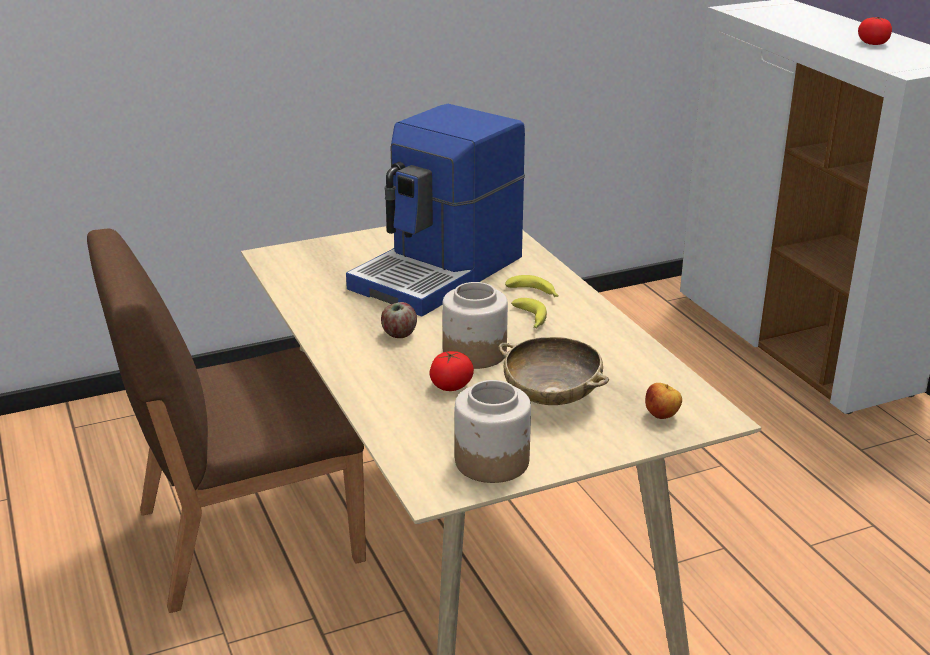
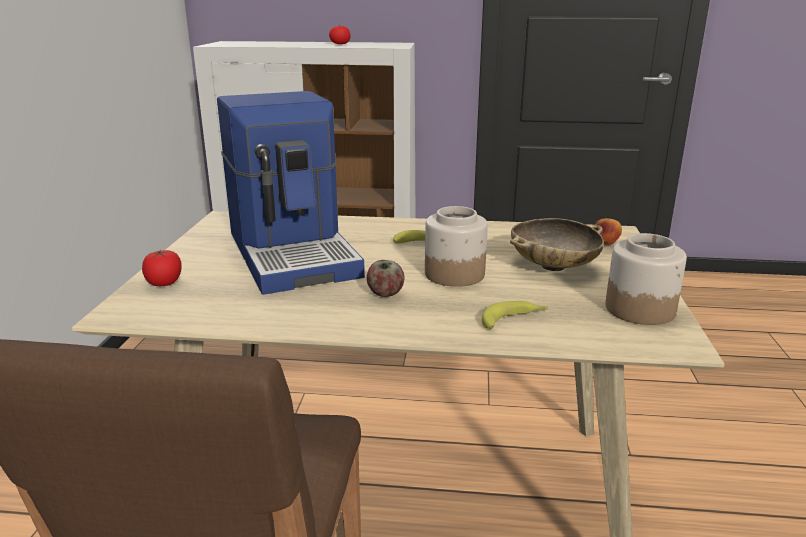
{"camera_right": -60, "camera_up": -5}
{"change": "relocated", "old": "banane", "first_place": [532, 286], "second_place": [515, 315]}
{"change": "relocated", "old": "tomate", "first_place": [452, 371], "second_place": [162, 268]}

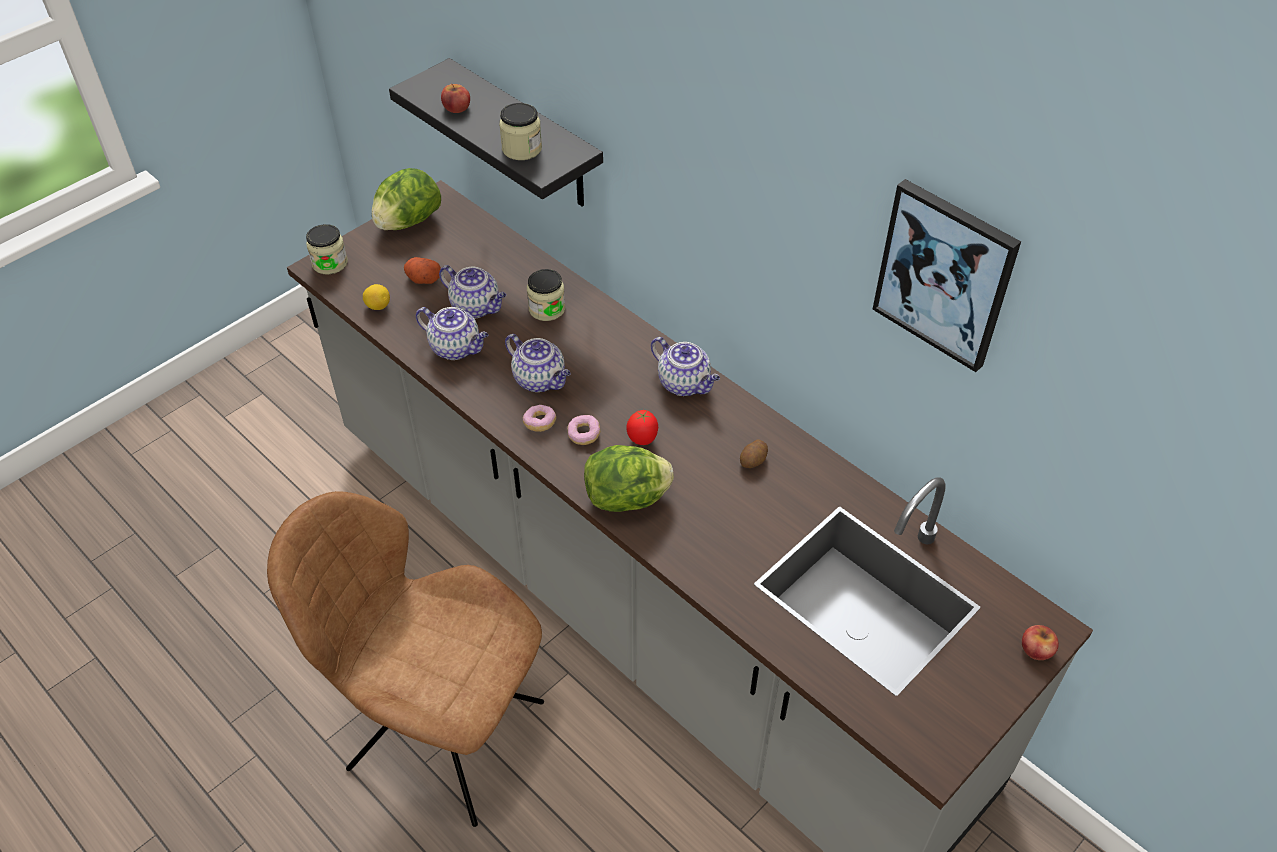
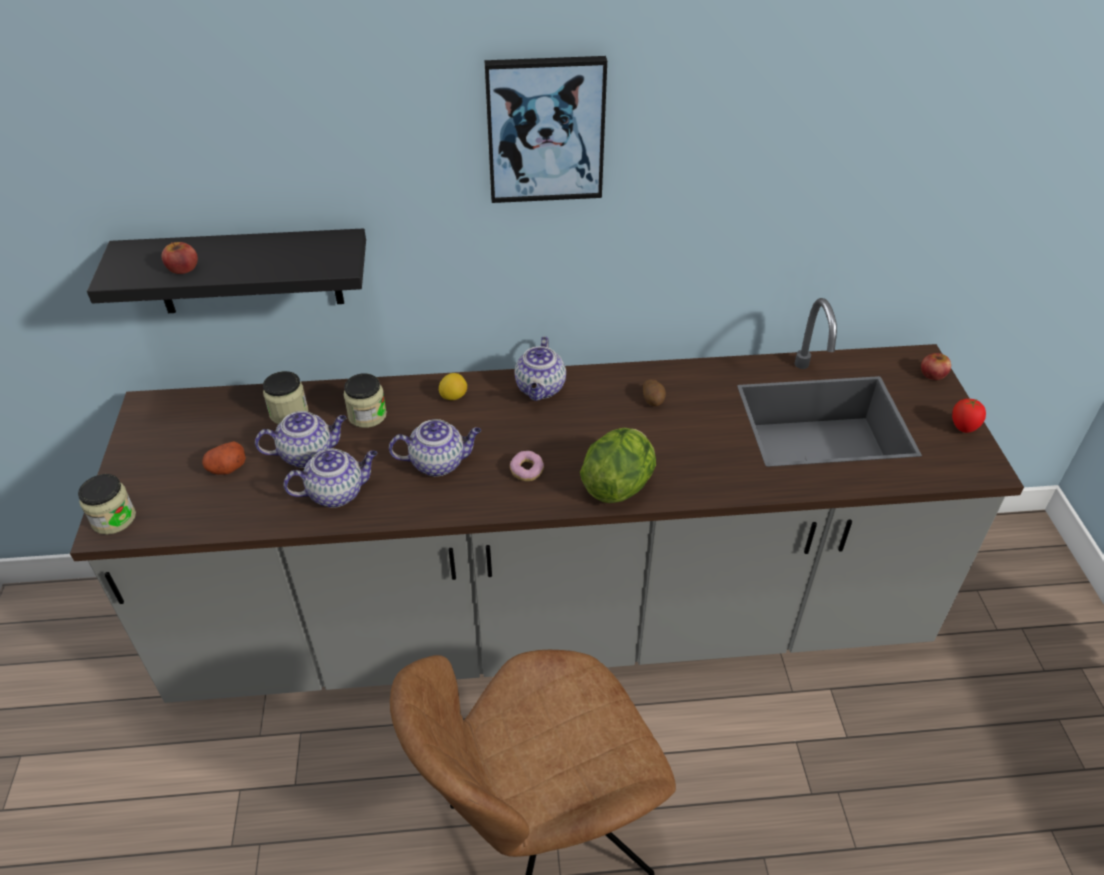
{"camera_right": -50, "camera_up": -5}
{"change": "relocated", "old": "bocal", "first_place": [520, 131], "second_place": [285, 397]}
{"change": "missing", "old": "laitue", "first_place": [406, 199]}
{"change": "relocated", "old": "tableau", "first_place": [946, 275], "second_place": [545, 129]}
{"change": "relocated", "old": "citron", "first_place": [376, 297], "second_place": [453, 386]}
{"change": "spun", "old": "théière", "first_place": [685, 366], "second_place": [540, 368], "degrees": 105}
{"change": "missing", "old": "beignet", "first_place": [539, 418]}
{"change": "relocated", "old": "tomate", "first_place": [642, 427], "second_place": [969, 415]}

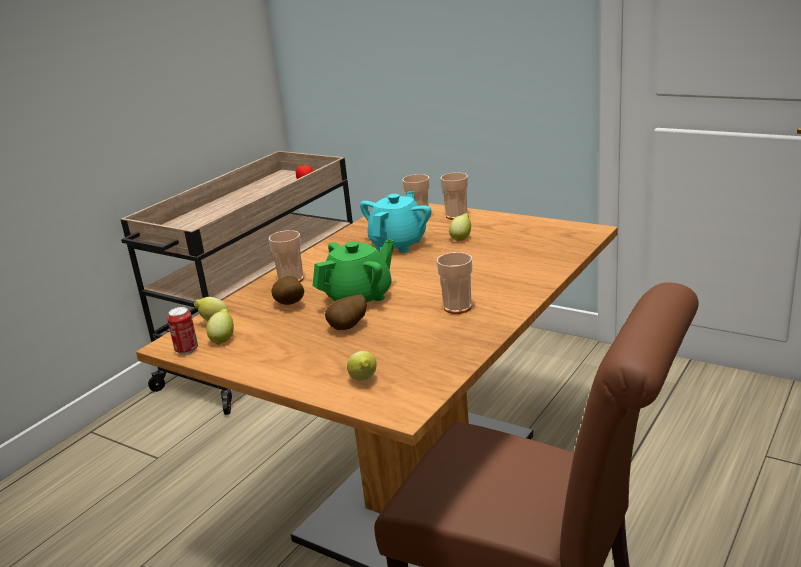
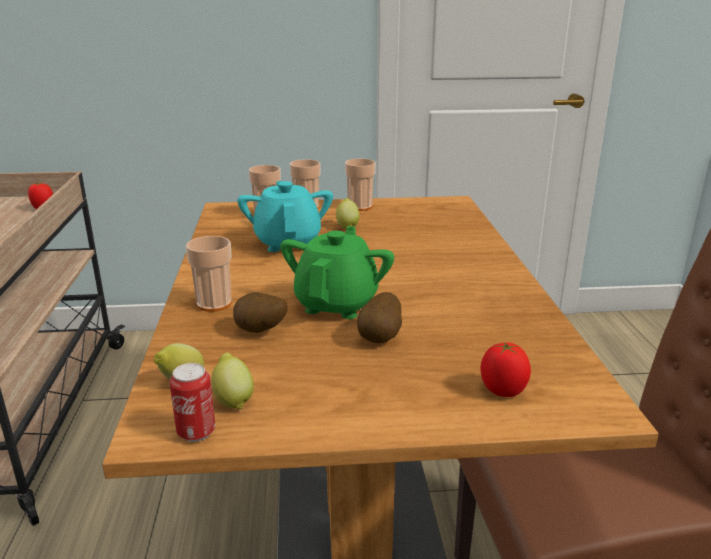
{"camera_right": -40, "camera_up": 0}
{"change": "relocated", "old": "tasse", "first_place": [454, 283], "second_place": [360, 185]}
{"change": "exchanged", "old": "citron", "new": "tomate", "first_place": [362, 366], "second_place": [505, 370]}

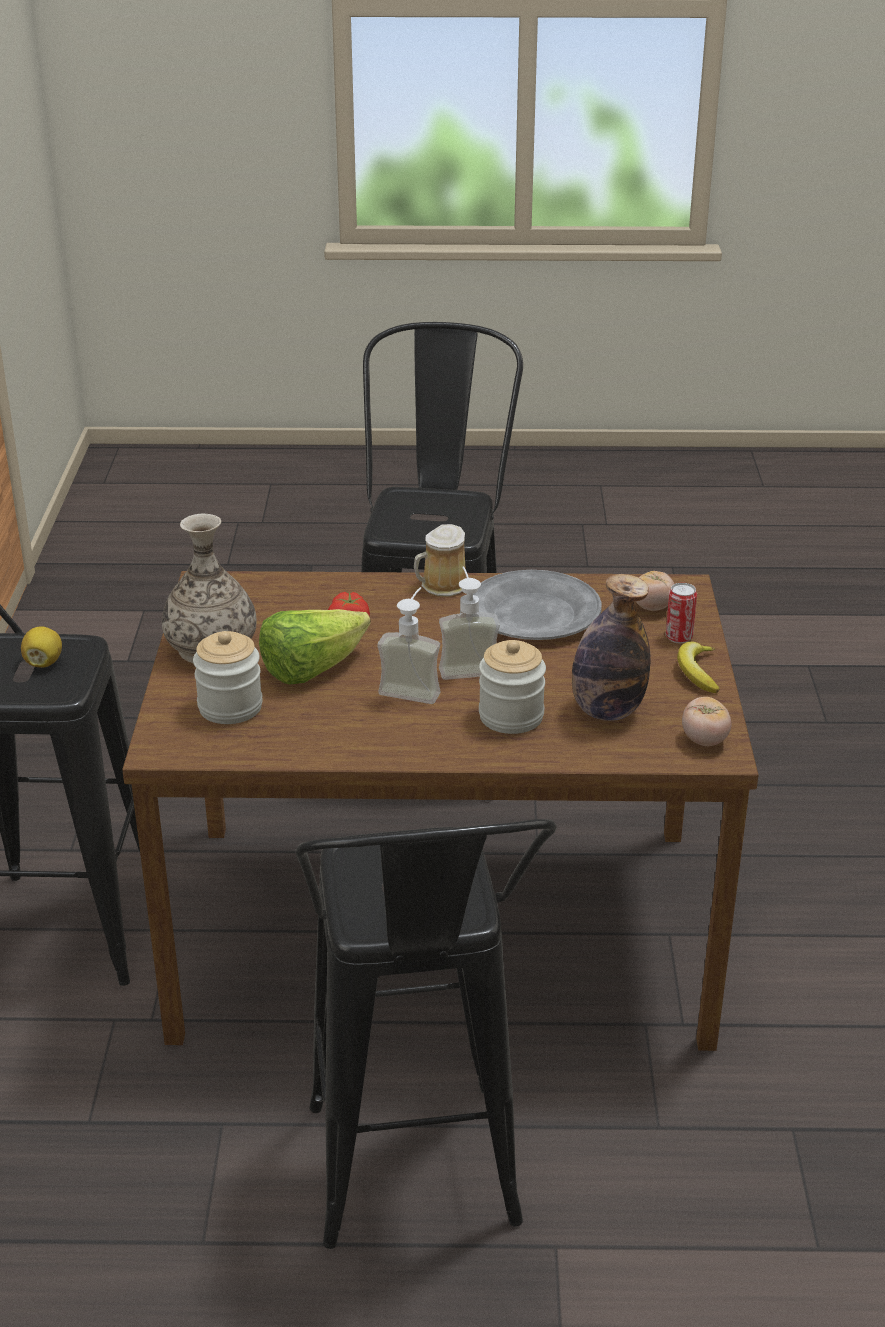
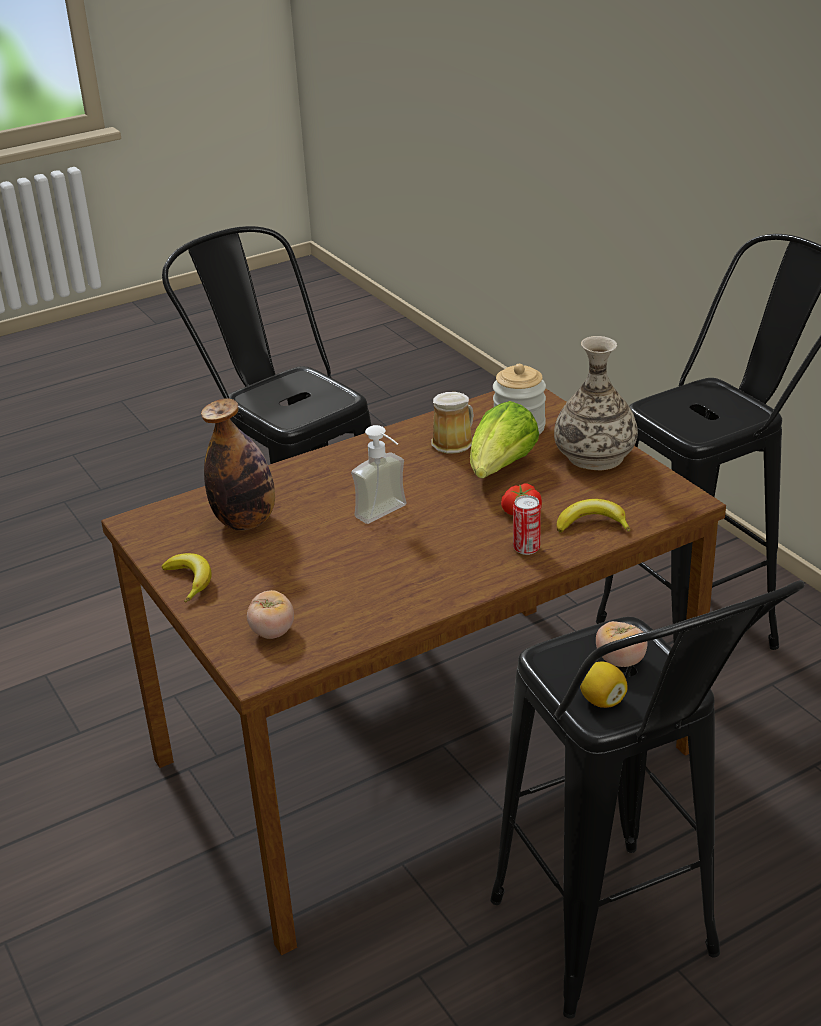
{"camera_right": 150, "camera_up": 0}
{"change": "relocated", "old": "mug", "first_place": [440, 560], "second_place": [452, 423]}
{"change": "missing", "old": "assiette/gris", "first_place": [537, 605]}
{"change": "relocated", "old": "boîte métallique", "first_place": [681, 613], "second_place": [527, 525]}
{"change": "missing", "old": "distributeur de savon", "first_place": [408, 645]}
{"change": "relocated", "old": "citron", "first_place": [41, 647], "second_place": [604, 684]}
{"change": "missing", "old": "bocal", "first_place": [512, 687]}
{"change": "relocated", "old": "tomate", "first_place": [706, 721], "second_place": [621, 644]}
{"change": "appeared", "new": "banane", "second_place": [593, 516]}

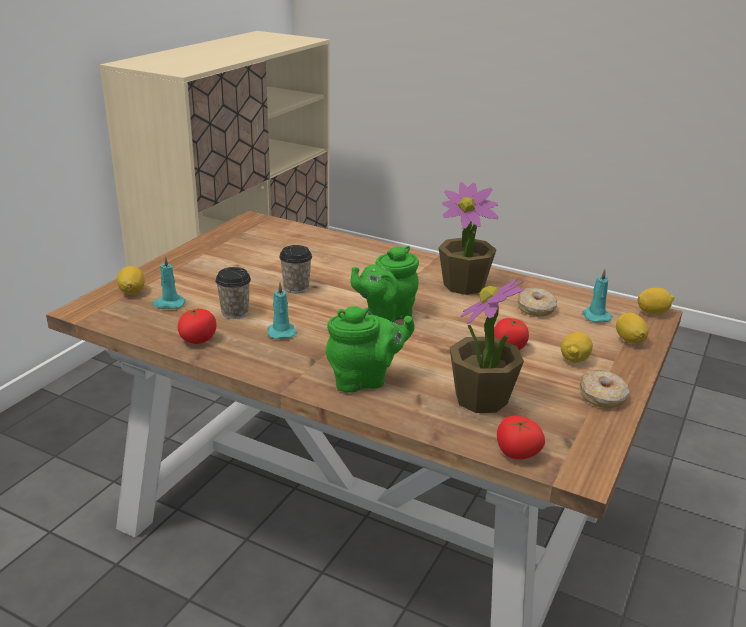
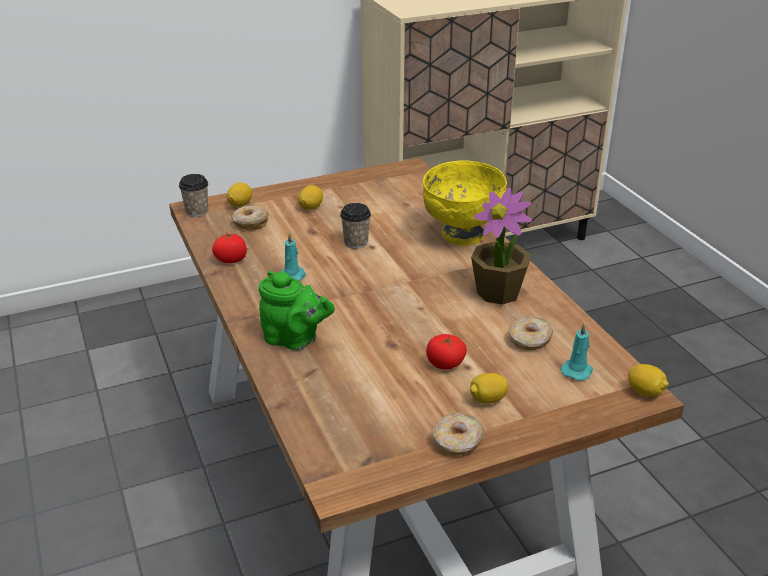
{"camera_right": 40, "camera_up": 5}
{"change": "missing", "old": "théière/vert", "first_place": [385, 284]}
{"change": "exchanged", "old": "bougie/turquoise", "new": "beignet", "first_place": [169, 282], "second_place": [250, 218]}
{"change": "relocated", "old": "tasse", "first_place": [233, 293], "second_place": [193, 195]}
{"change": "missing", "old": "plante en pot", "first_place": [487, 346]}
{"change": "relocated", "old": "citron", "first_place": [632, 328], "second_place": [310, 197]}
{"change": "missing", "old": "tomate", "first_place": [521, 437]}
{"change": "appeared", "new": "bol/jaune", "second_place": [465, 202]}

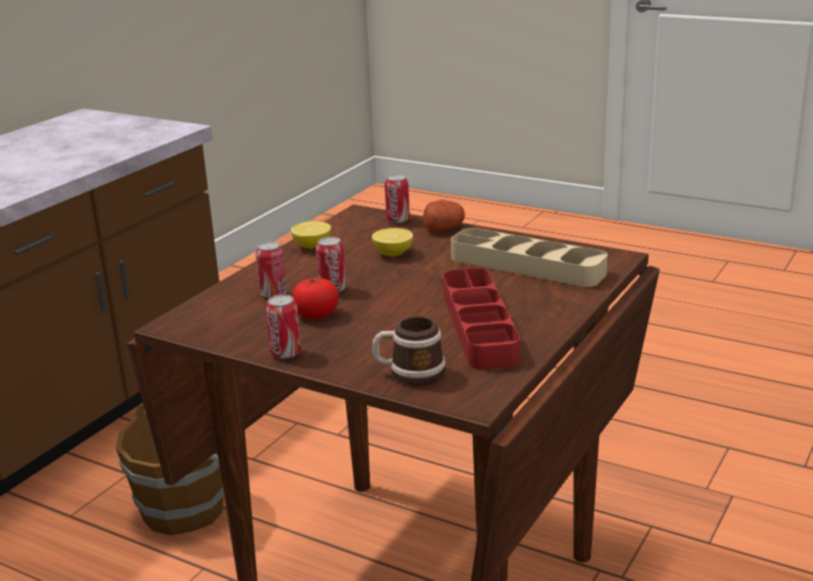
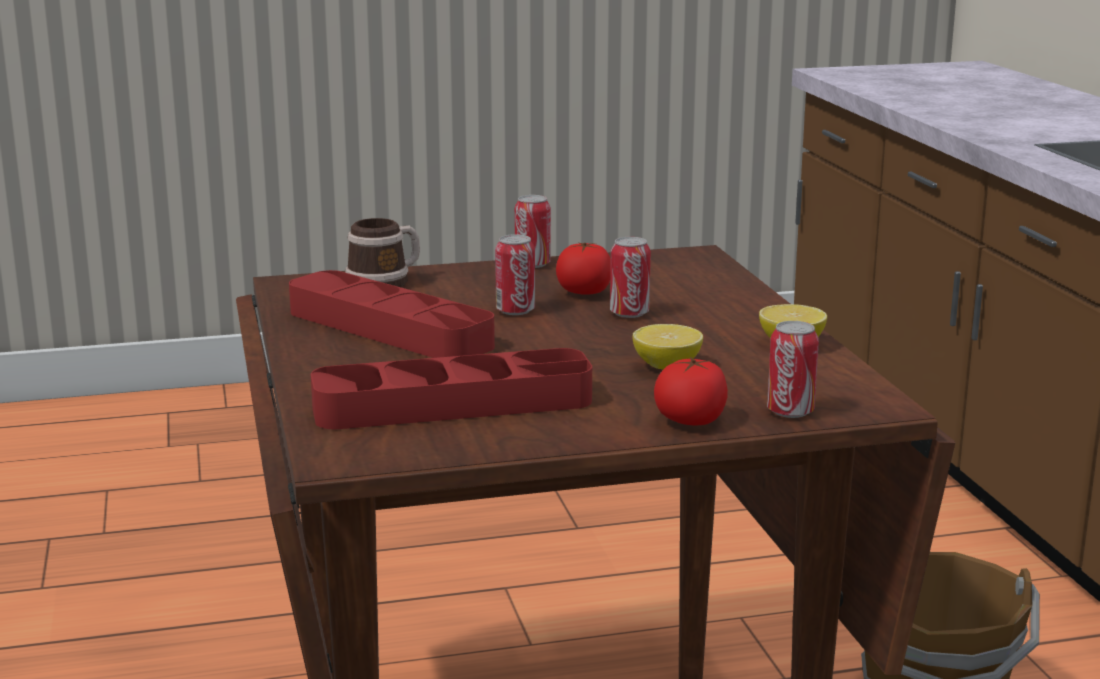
{"camera_right": 135, "camera_up": -5}
{"change": "exchanged", "old": "pomme de terre", "new": "tomate", "first_place": [444, 216], "second_place": [691, 391]}
{"change": "colour", "old": "plateau/beige", "new": "plateau/rouge", "first_place": [529, 257], "second_place": [451, 388]}
{"change": "relocated", "old": "boîte métallique", "first_place": [271, 269], "second_place": [515, 274]}

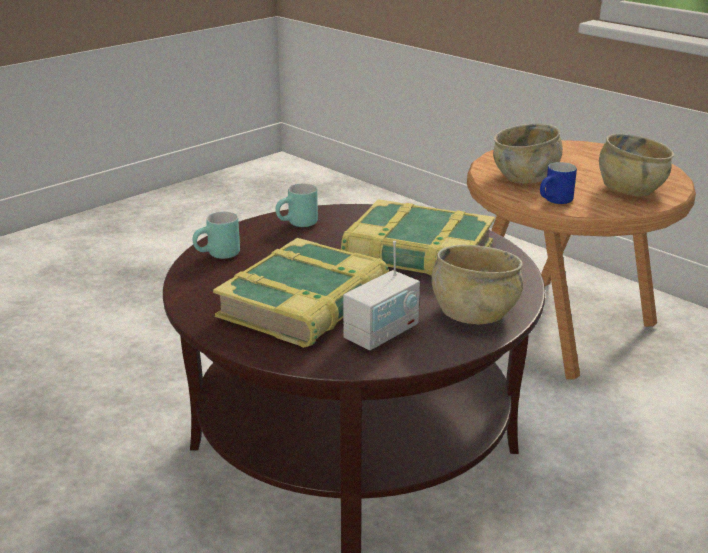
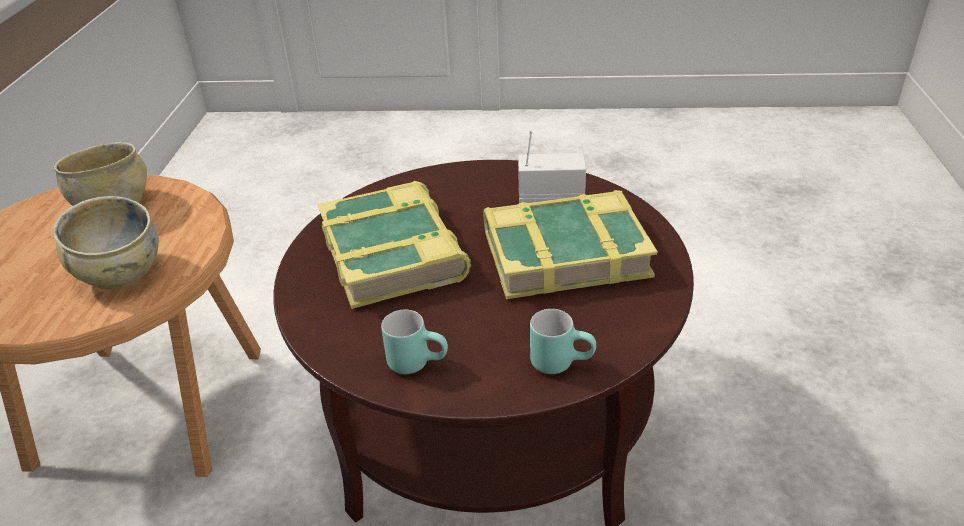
{"camera_right": -130, "camera_up": 10}
{"change": "missing", "old": "mug/bleu", "first_place": [558, 183]}
{"change": "missing", "old": "bol/beige", "first_place": [477, 284]}

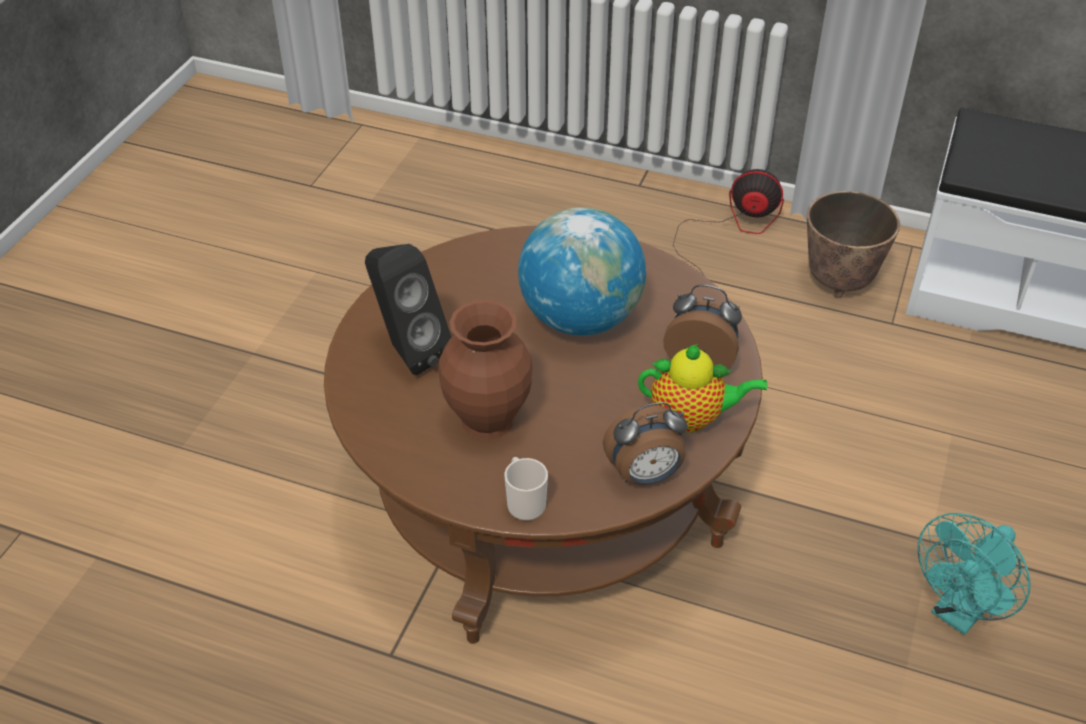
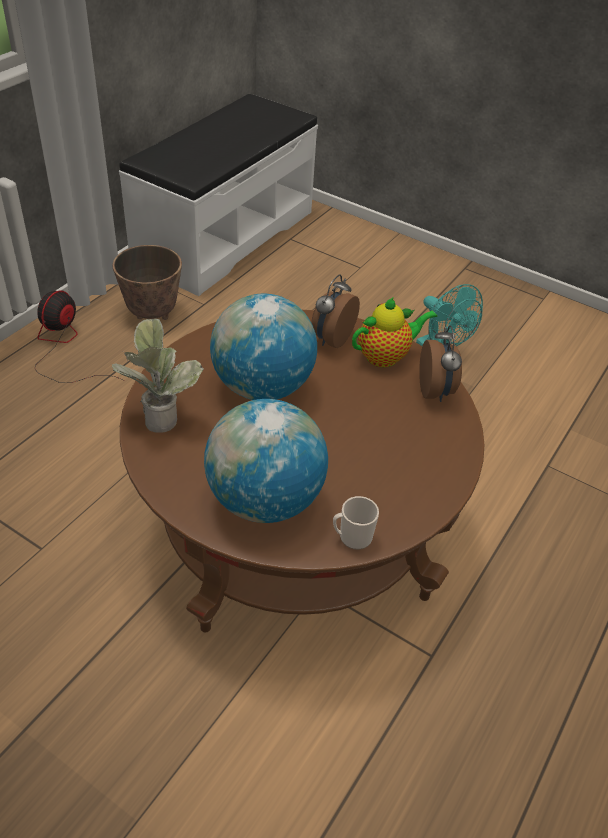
{"camera_right": -80, "camera_up": 0}
{"change": "exchanged", "old": "enceinte/noir", "new": "globe", "first_place": [408, 309], "second_place": [266, 461]}
{"change": "missing", "old": "vase/marron", "first_place": [485, 370]}
{"change": "spun", "old": "théière", "first_place": [702, 388], "second_place": [394, 332], "degrees": 45}
{"change": "relocated", "old": "mug", "first_place": [526, 489], "second_place": [356, 523]}
{"change": "appeared", "new": "plante en pot", "second_place": [158, 376]}

